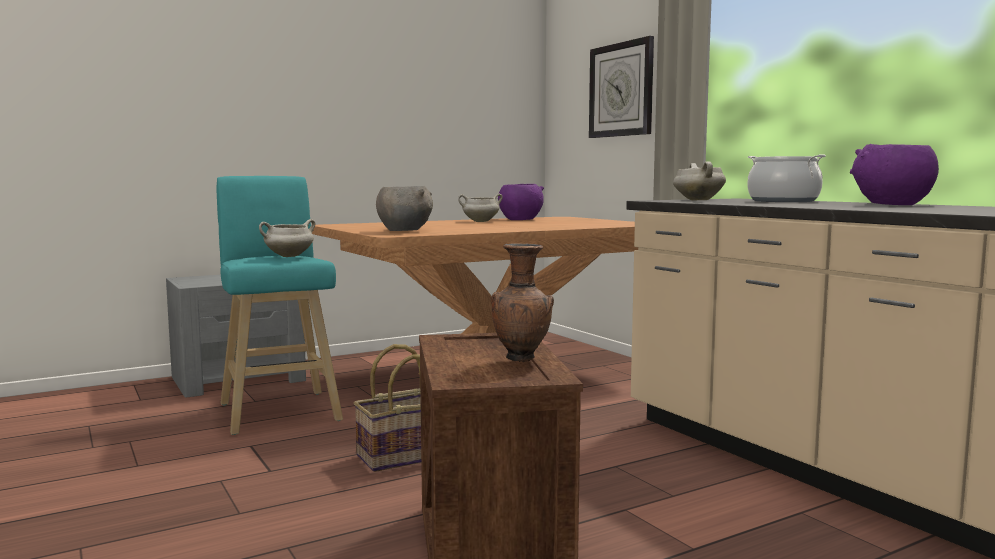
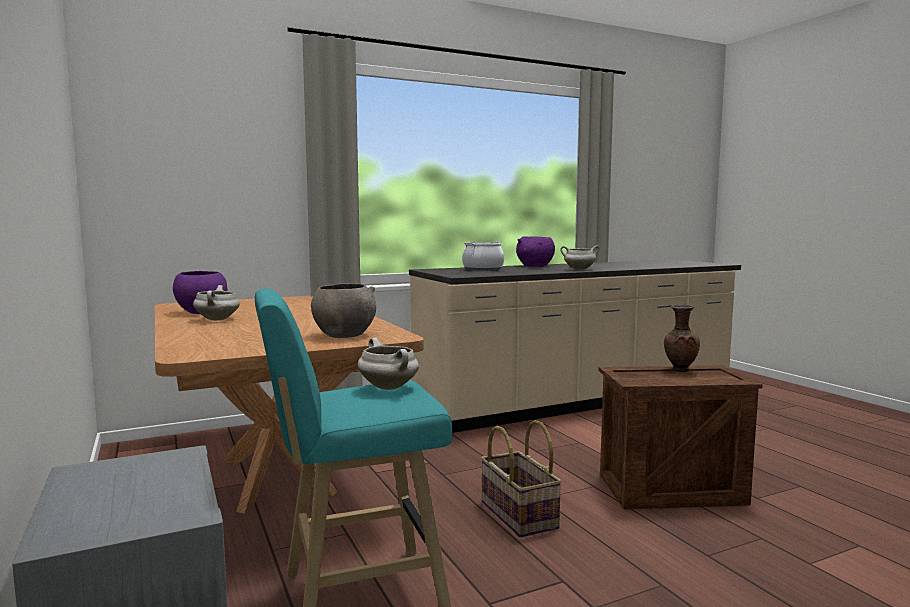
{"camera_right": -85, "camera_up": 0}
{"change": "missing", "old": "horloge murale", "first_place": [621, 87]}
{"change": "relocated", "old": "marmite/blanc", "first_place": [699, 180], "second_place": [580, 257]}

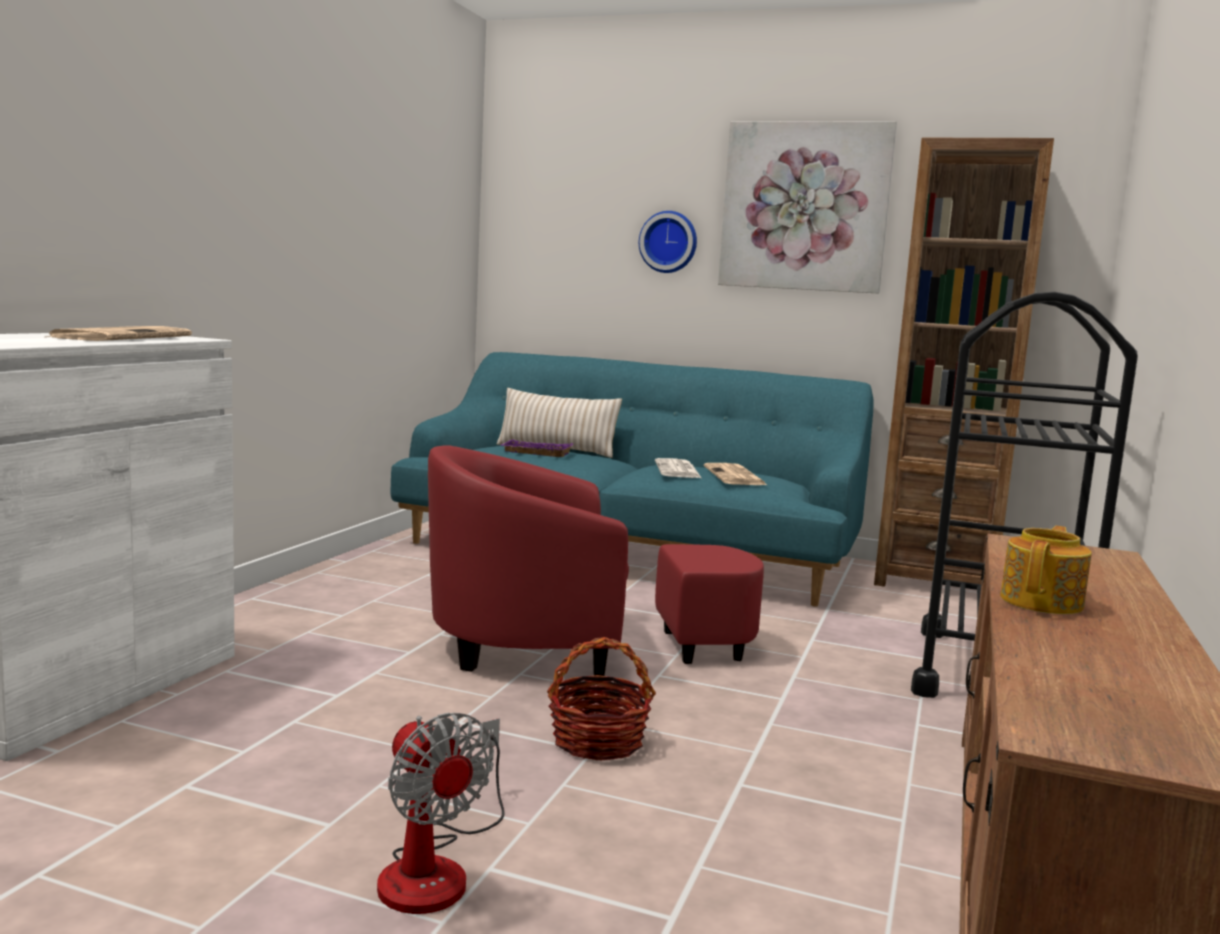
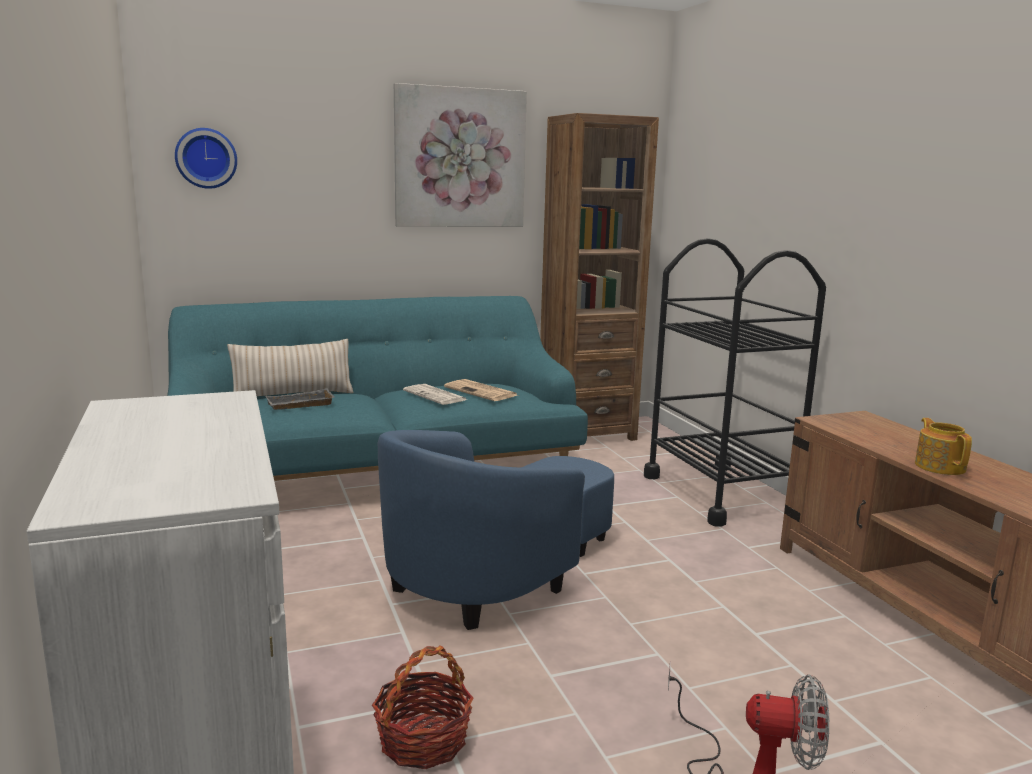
{"camera_right": -40, "camera_up": 5}
{"change": "relocated", "old": "horloge murale", "first_place": [668, 242], "second_place": [206, 158]}
{"change": "missing", "old": "journal", "first_place": [118, 333]}
{"change": "colour", "old": "plateau/violet", "new": "plateau/gris", "first_place": [537, 448], "second_place": [300, 399]}
{"change": "colour", "old": "fauteuil/rouge", "new": "fauteuil/bleu", "first_place": [596, 560], "second_place": [496, 530]}
{"change": "relocated", "old": "panier", "first_place": [601, 698], "second_place": [422, 707]}

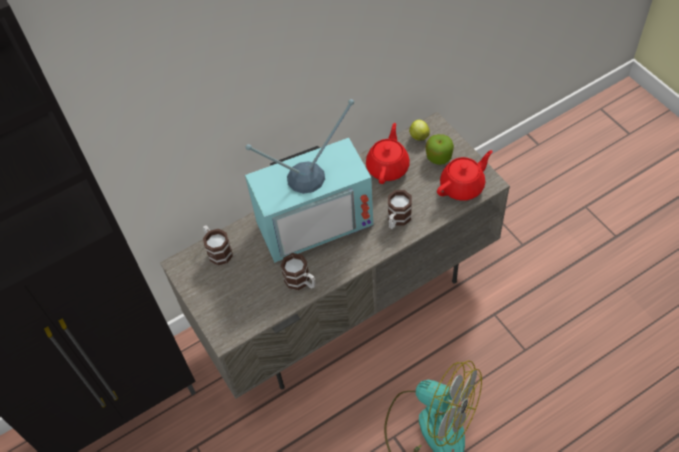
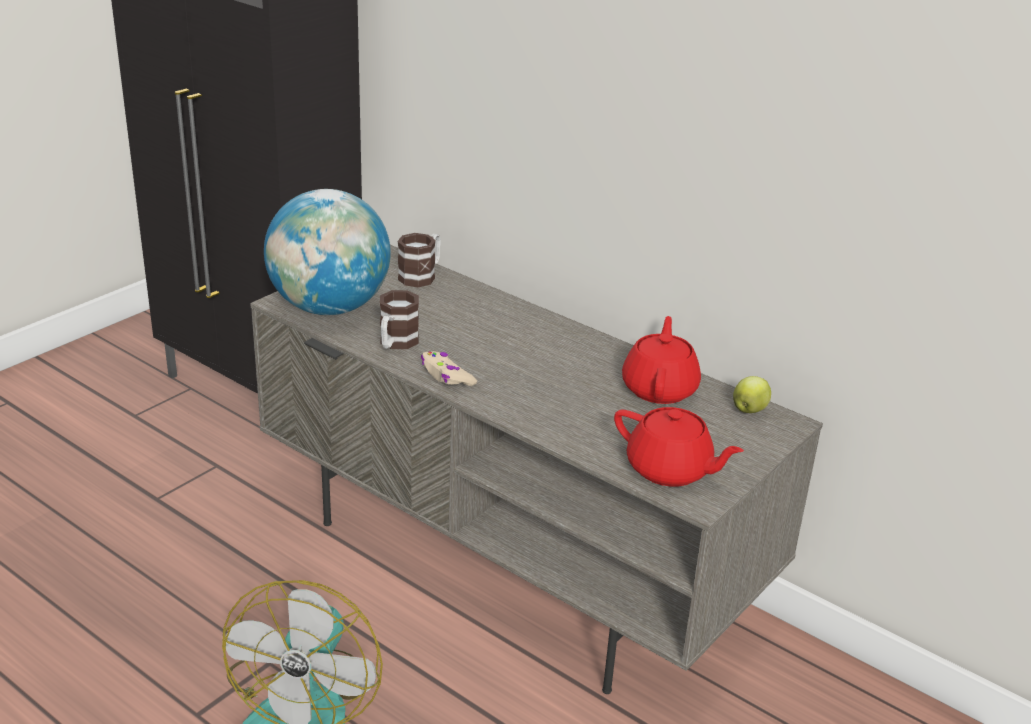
{"camera_right": 65, "camera_up": -25}
{"change": "missing", "old": "téléviseur", "first_place": [309, 181]}
{"change": "spun", "old": "théière/rouge", "first_place": [388, 153], "second_place": [661, 360], "degrees": -75}
{"change": "missing", "old": "pomme", "first_place": [439, 149]}
{"change": "missing", "old": "mug", "first_place": [400, 209]}
{"change": "appeared", "new": "globe", "second_place": [327, 252]}
{"change": "appeared", "new": "manette/beige", "second_place": [449, 368]}

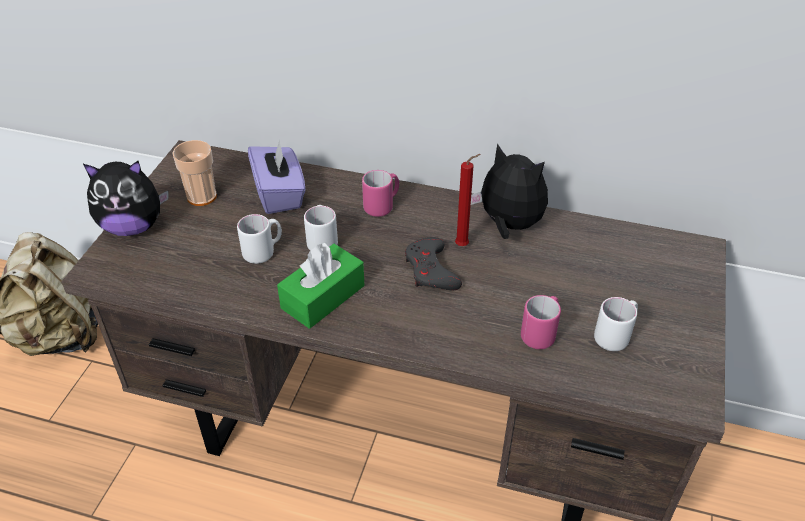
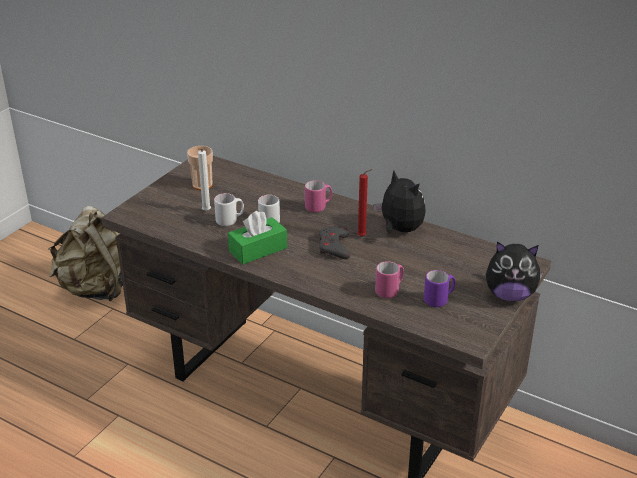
{"camera_right": 15, "camera_up": -10}
{"change": "missing", "old": "boîte à mouchoirs/violet", "first_place": [277, 177]}
{"change": "relocated", "old": "peluche", "first_place": [126, 198], "second_place": [514, 271]}
{"change": "colour", "old": "mug/blanc", "new": "mug/violet", "first_place": [616, 324], "second_place": [440, 288]}
{"change": "appeared", "new": "bougie/blanc", "second_place": [204, 179]}

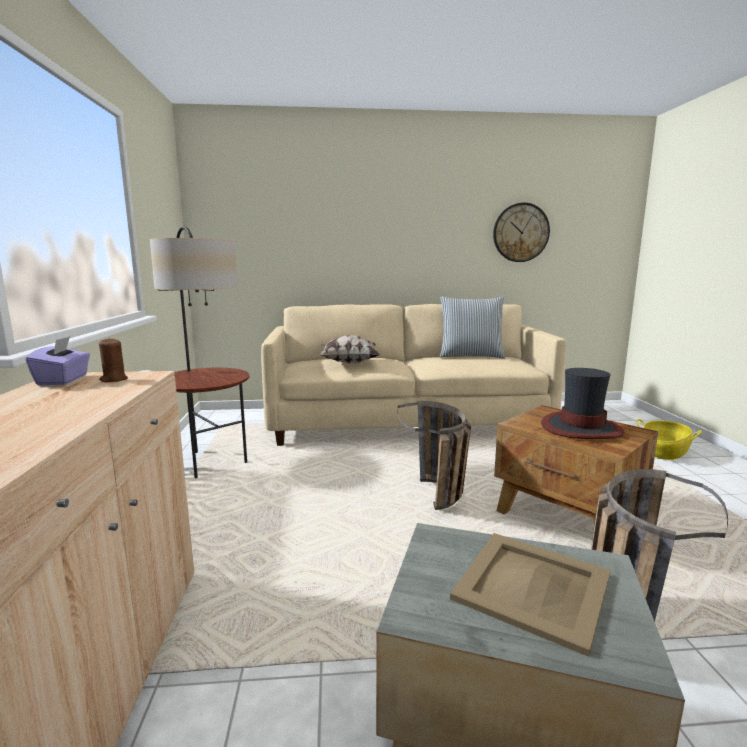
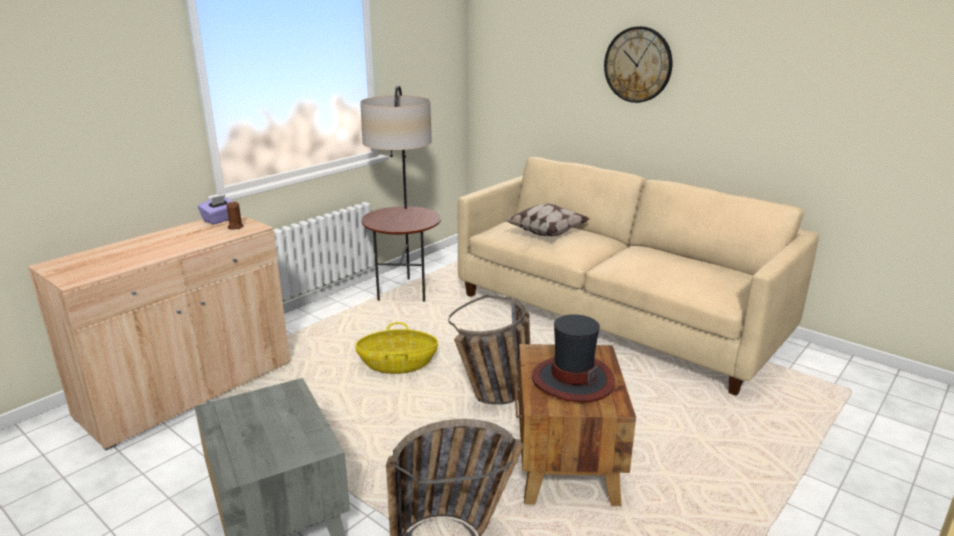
{"camera_right": 45, "camera_up": 10}
{"change": "relocated", "old": "horloge murale", "first_place": [521, 232], "second_place": [638, 64]}
{"change": "missing", "old": "coussin", "first_place": [472, 328]}
{"change": "relocated", "old": "panier", "first_place": [669, 439], "second_place": [396, 348]}
{"change": "missing", "old": "plateau/beige", "first_place": [530, 595]}

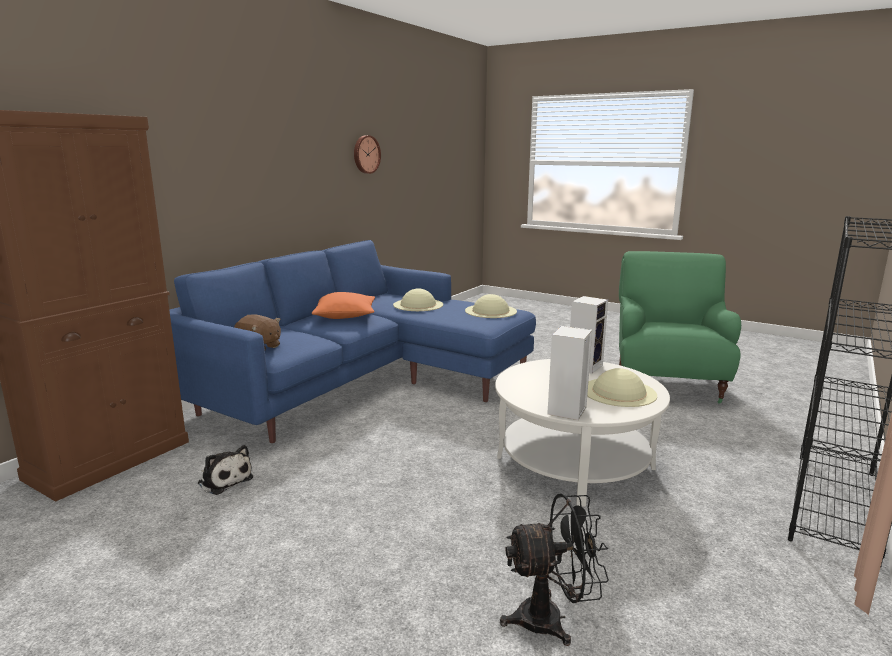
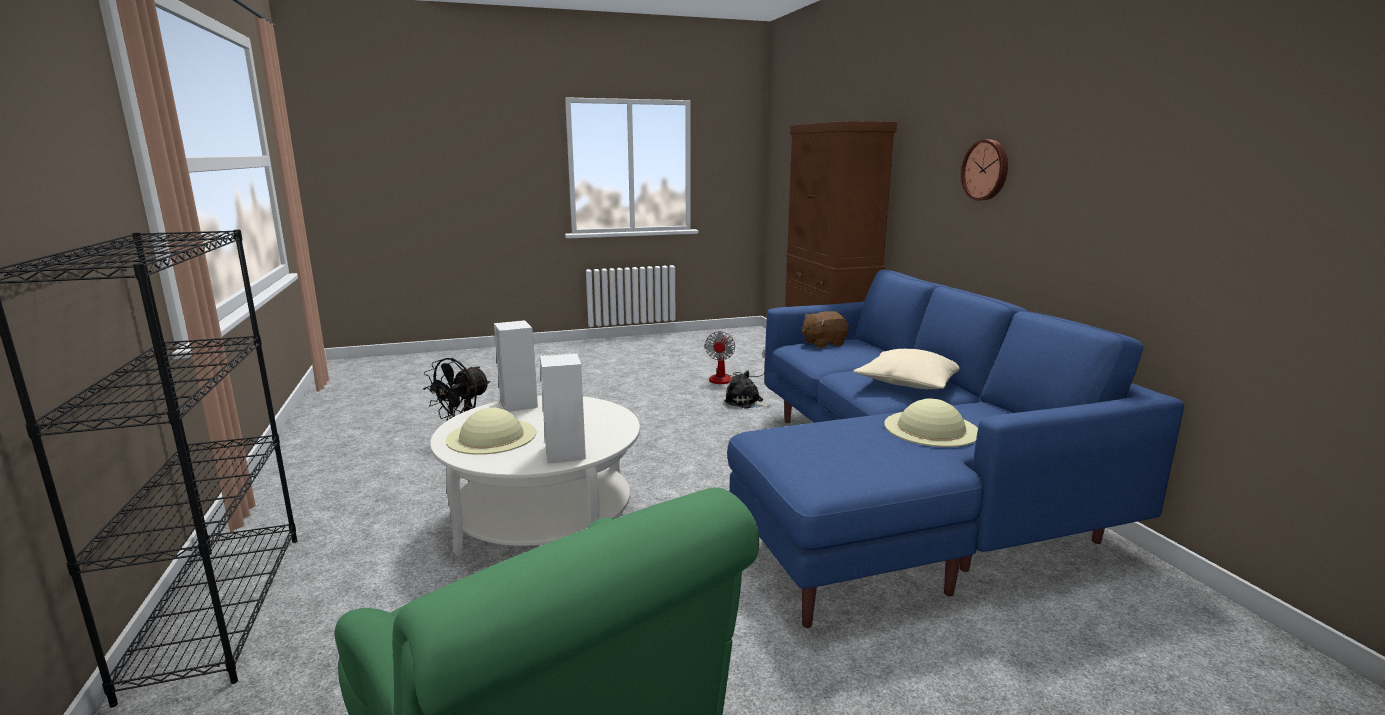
{"camera_right": 130, "camera_up": 0}
{"change": "relocated", "old": "horloge murale", "first_place": [367, 154], "second_place": [984, 170]}
{"change": "colour", "old": "coussin/orange", "new": "coussin/beige", "first_place": [343, 305], "second_place": [906, 369]}
{"change": "missing", "old": "chapeau/beige", "first_place": [491, 306]}
{"change": "spun", "old": "peluche", "first_place": [225, 470], "second_place": [747, 389], "degrees": 45}
{"change": "appeared", "new": "ventilateur", "second_place": [735, 357]}

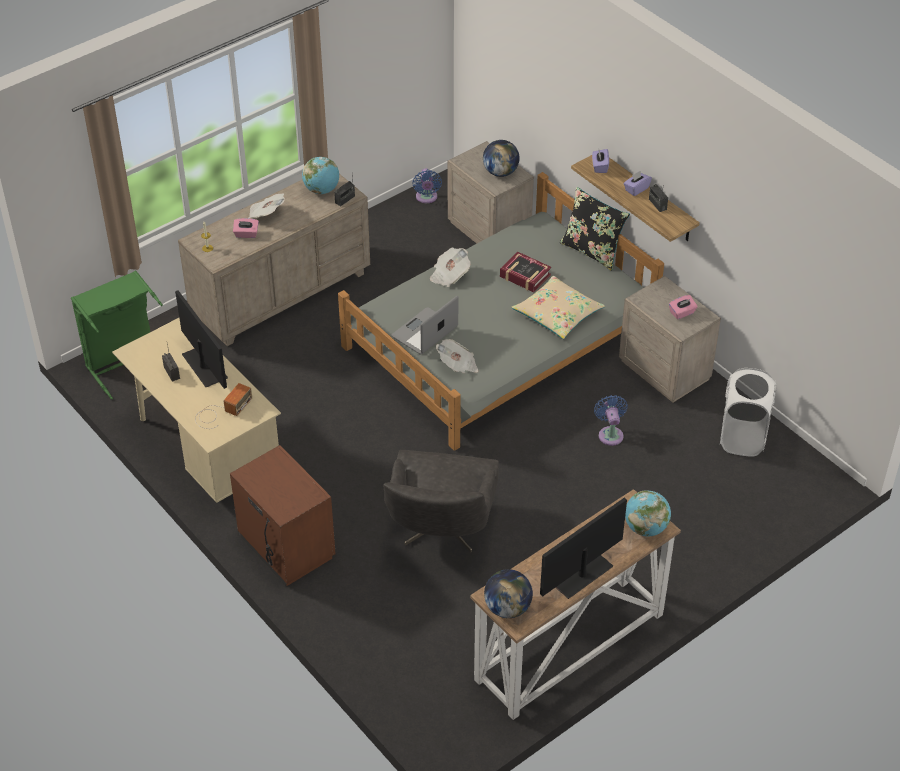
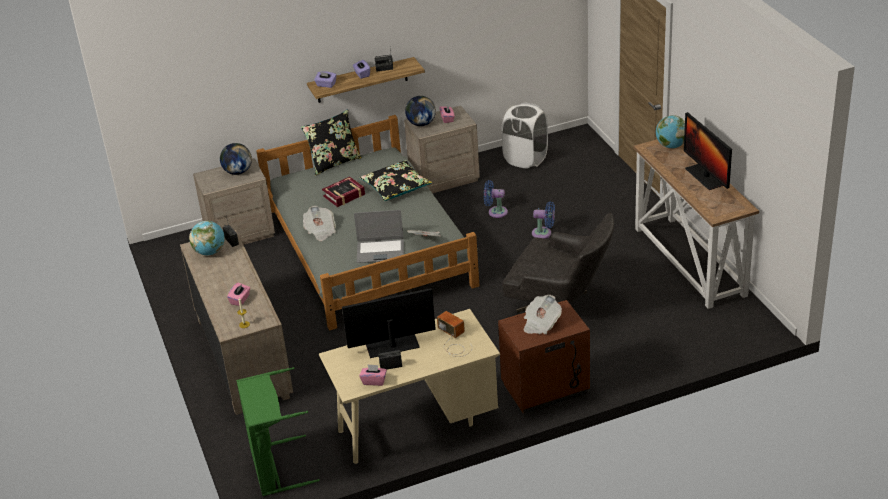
{"camera_right": -70, "camera_up": -10}
{"change": "relocated", "old": "ventilateur/bleu", "first_place": [427, 185], "second_place": [543, 220]}
{"change": "relocated", "old": "journal", "first_place": [266, 206], "second_place": [543, 314]}
{"change": "colour", "old": "coussin/beige", "new": "coussin/noir", "first_place": [558, 307], "second_place": [395, 180]}
{"change": "spun", "old": "ordinateur portable", "first_place": [425, 325], "second_place": [379, 236], "degrees": -60}
{"change": "relocated", "old": "globe", "first_place": [508, 593], "second_place": [420, 111]}
{"change": "appeared", "new": "boîte à mouchoirs/rose", "second_place": [373, 375]}

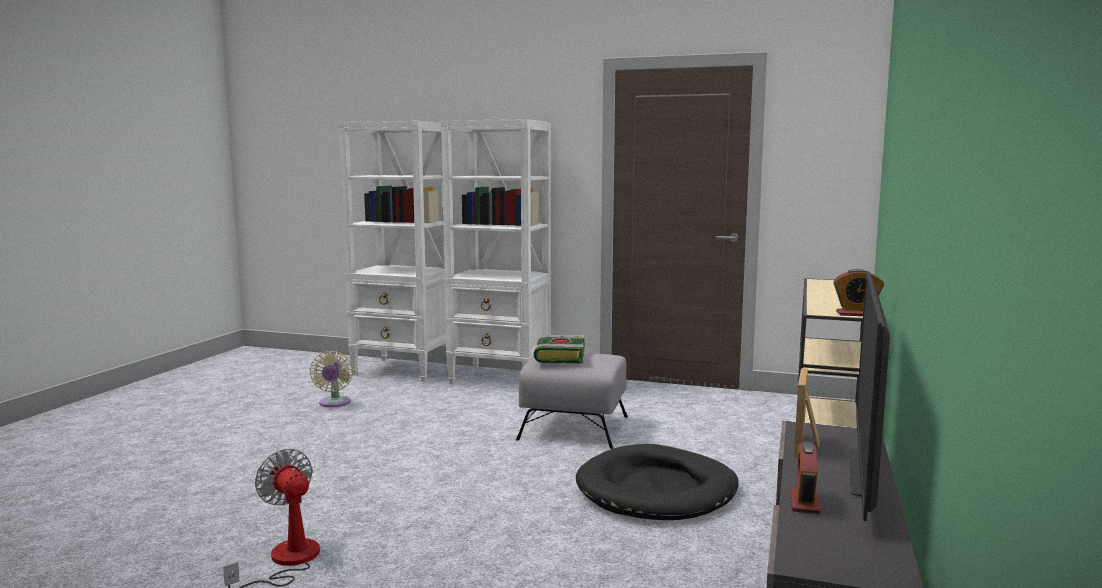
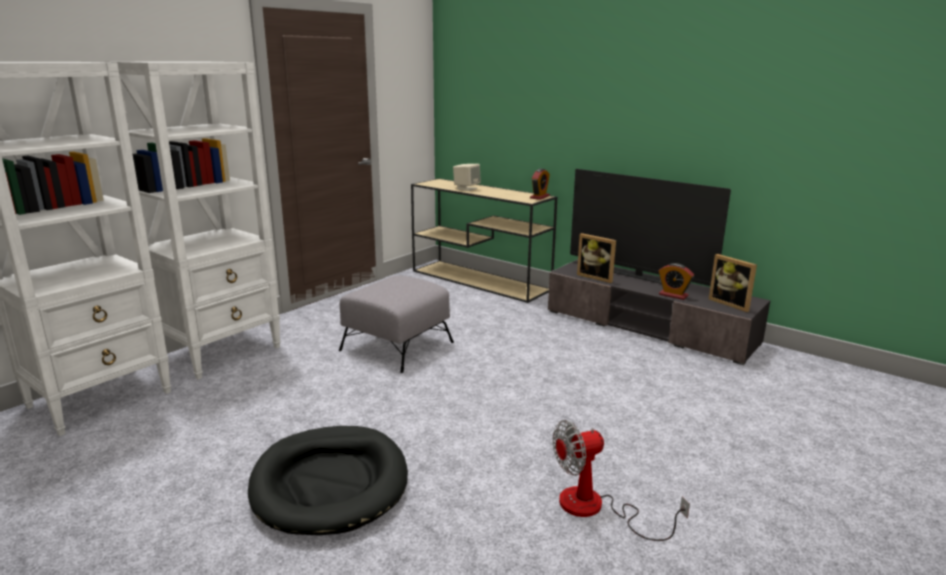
{"camera_right": -70, "camera_up": 10}
{"change": "missing", "old": "livre", "first_place": [559, 349]}
{"change": "missing", "old": "ventilateur/beige", "first_place": [331, 379]}
{"change": "relocated", "old": "panier pour chien/noir", "first_place": [657, 482], "second_place": [328, 480]}
{"change": "appeared", "new": "enceinte/beige", "second_place": [467, 177]}
{"change": "appeared", "new": "cadre photo", "second_place": [733, 283]}

